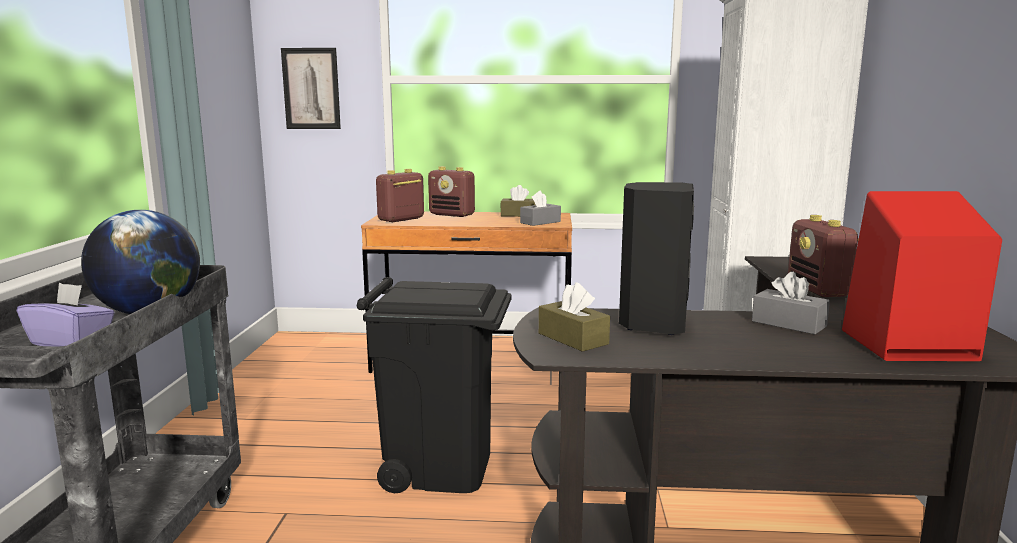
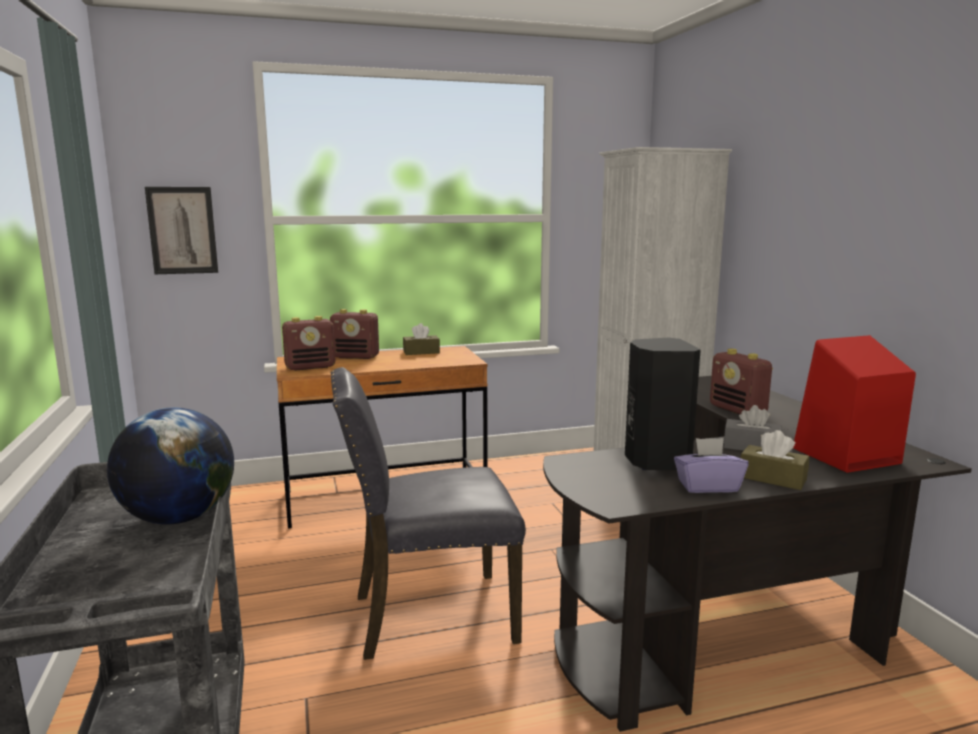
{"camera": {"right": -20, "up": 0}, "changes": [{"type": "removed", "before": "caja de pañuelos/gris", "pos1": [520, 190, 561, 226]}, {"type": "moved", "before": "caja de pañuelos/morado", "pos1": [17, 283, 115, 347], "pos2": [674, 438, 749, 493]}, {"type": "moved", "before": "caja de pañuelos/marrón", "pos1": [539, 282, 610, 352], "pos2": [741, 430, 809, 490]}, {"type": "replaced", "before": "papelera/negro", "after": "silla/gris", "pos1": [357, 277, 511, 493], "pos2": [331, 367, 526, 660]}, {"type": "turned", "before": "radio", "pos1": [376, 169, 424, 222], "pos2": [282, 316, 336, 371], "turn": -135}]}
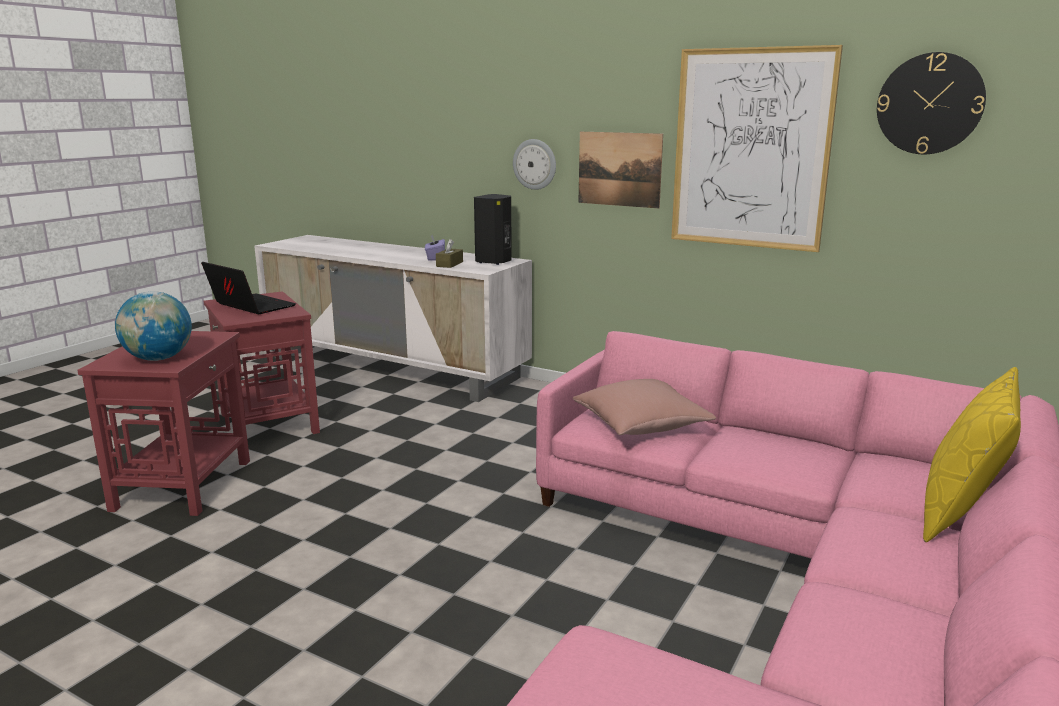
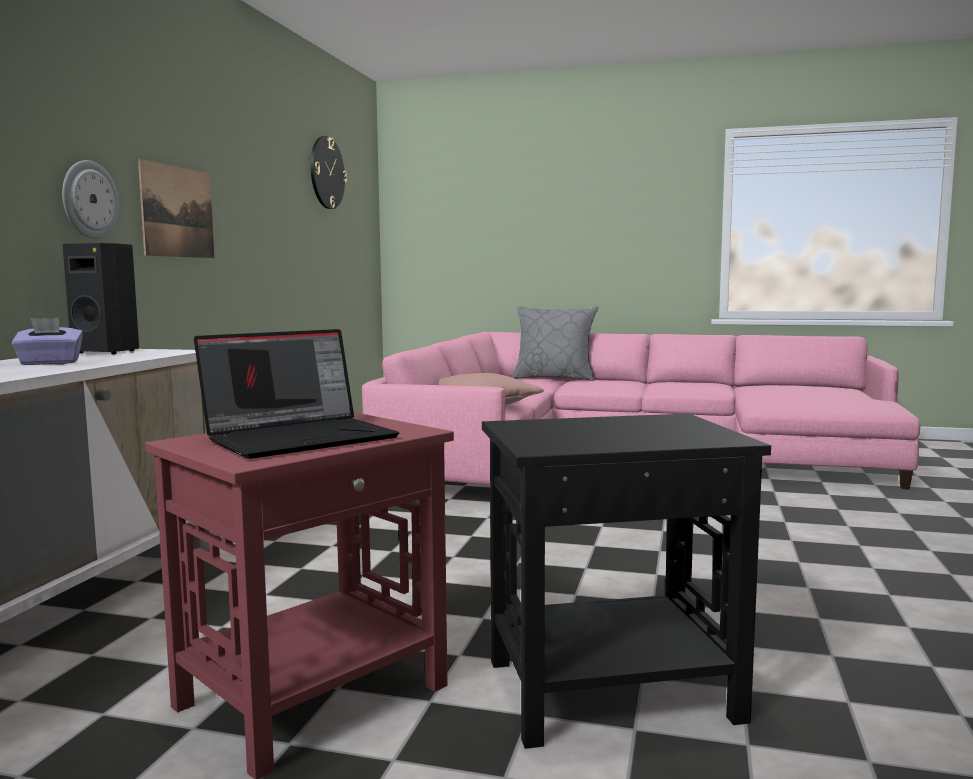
{"camera": {"right": -105, "up": -10}, "changes": [{"type": "removed", "before": "globo terráqueo", "pos1": [115, 291, 192, 361]}, {"type": "removed", "before": "caja de pañuelos/marrón", "pos1": [436, 239, 463, 268]}, {"type": "removed", "before": "cuadro", "pos1": [671, 45, 843, 252]}, {"type": "recoloured", "before": "mesa auxiliar/rojo", "after": "mesa auxiliar/negro", "pos1": [78, 331, 250, 516], "pos2": [482, 414, 771, 749]}, {"type": "recoloured", "before": "cojín/amarillo", "after": "cojín/gris", "pos1": [923, 367, 1021, 542], "pos2": [511, 306, 598, 381]}, {"type": "turned", "before": "portátil", "pos1": [201, 262, 296, 314], "pos2": [194, 329, 400, 459], "turn": -150}]}
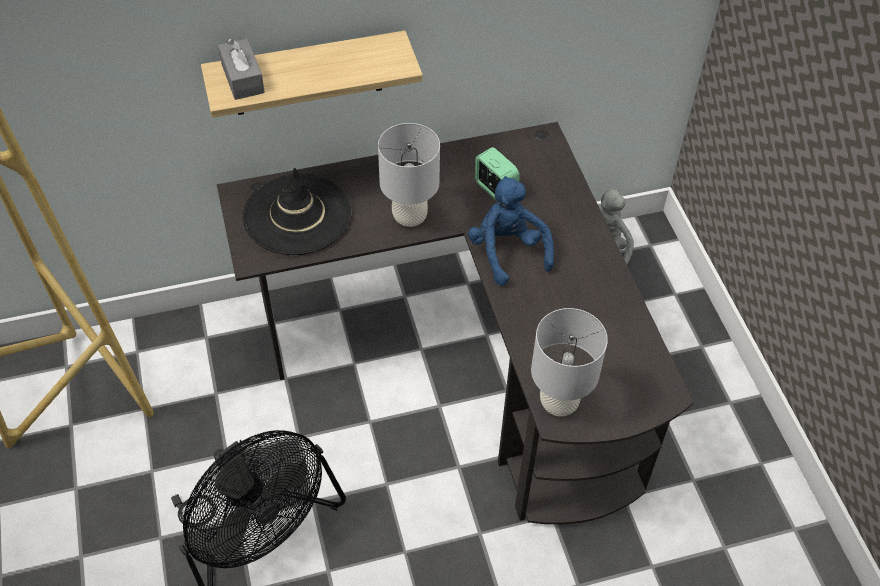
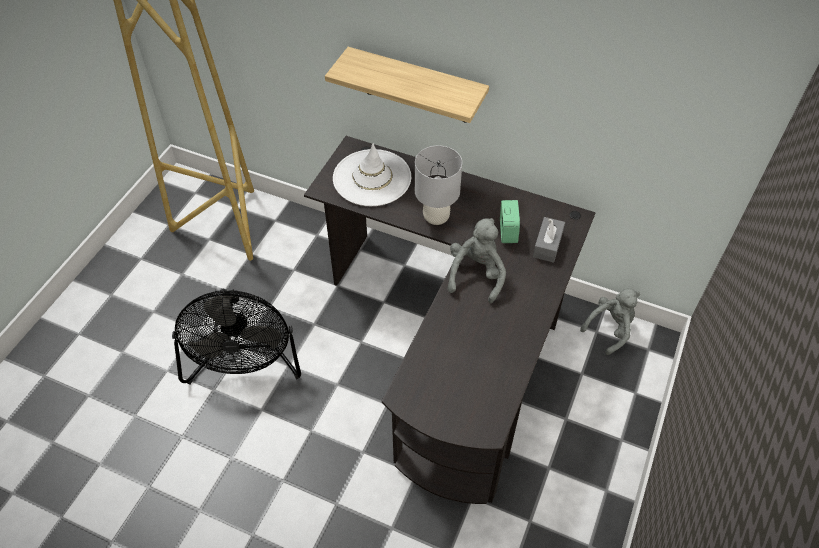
{"camera": {"right": 40, "up": 0}, "changes": [{"type": "removed", "before": "lámpara de mesa/gris", "pos1": [531, 308, 608, 416]}, {"type": "moved", "before": "caja de pañuelos/gris", "pos1": [218, 39, 265, 100], "pos2": [533, 217, 565, 263]}, {"type": "recoloured", "before": "sombrero/negro", "after": "sombrero/blanco", "pos1": [243, 168, 351, 255], "pos2": [333, 143, 411, 206]}, {"type": "recoloured", "before": "peluche/azul", "after": "peluche/gris", "pos1": [468, 176, 554, 286], "pos2": [448, 218, 506, 303]}]}
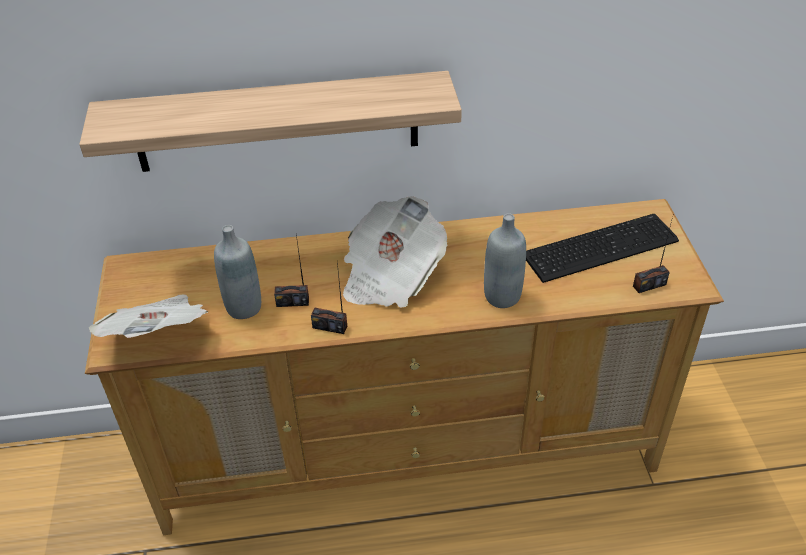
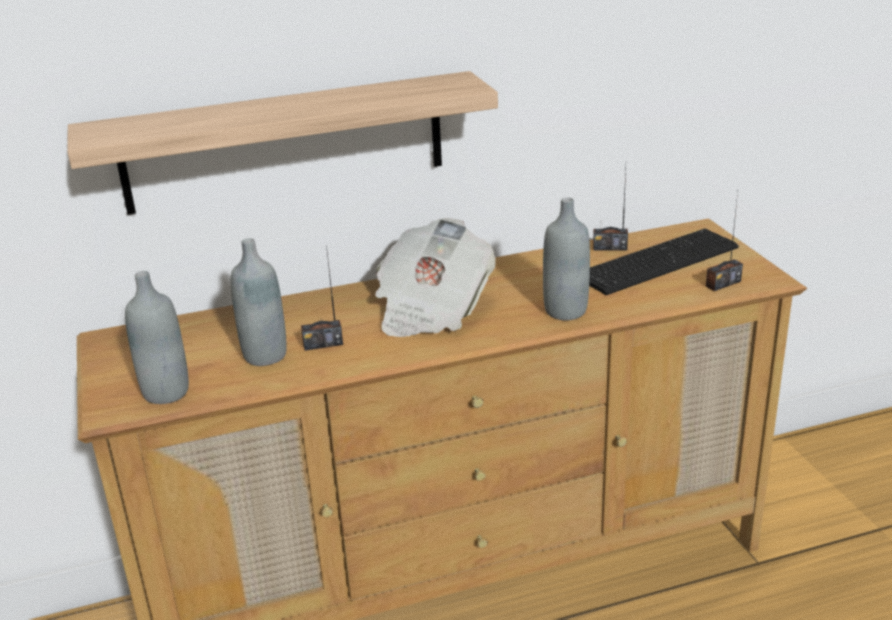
{"camera": {"right": -10, "up": -15}, "changes": [{"type": "moved", "before": "radio", "pos1": [311, 263, 347, 334], "pos2": [593, 170, 628, 251]}, {"type": "replaced", "before": "periódico", "after": "botella/gris", "pos1": [89, 294, 208, 338], "pos2": [125, 271, 189, 404]}]}
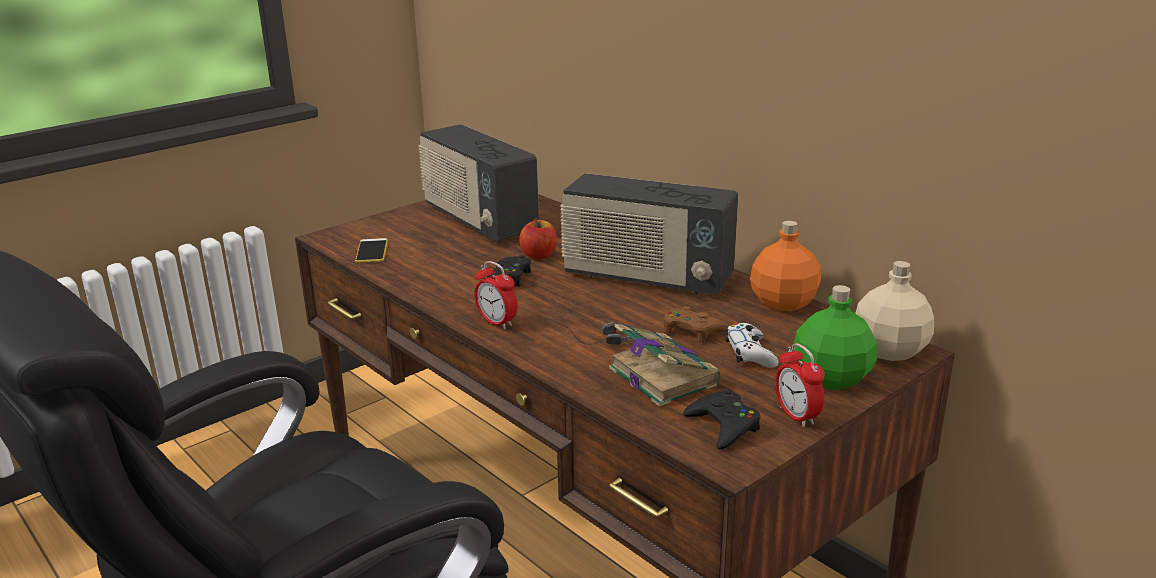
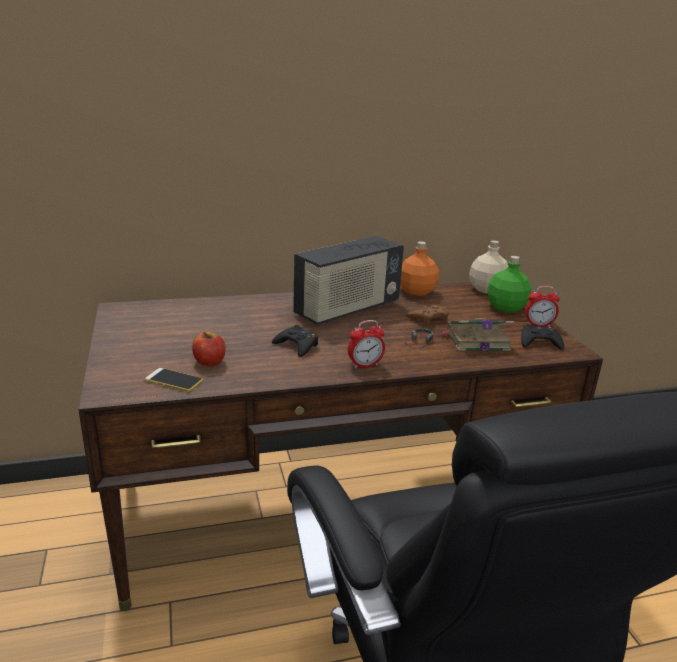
{"camera": {"right": -65, "up": 0}, "changes": [{"type": "removed", "before": "radio", "pos1": [418, 124, 539, 241]}, {"type": "removed", "before": "mando de consola/blanco", "pos1": [726, 323, 779, 368]}, {"type": "moved", "before": "manzana", "pos1": [519, 218, 557, 259], "pos2": [192, 332, 225, 366]}]}
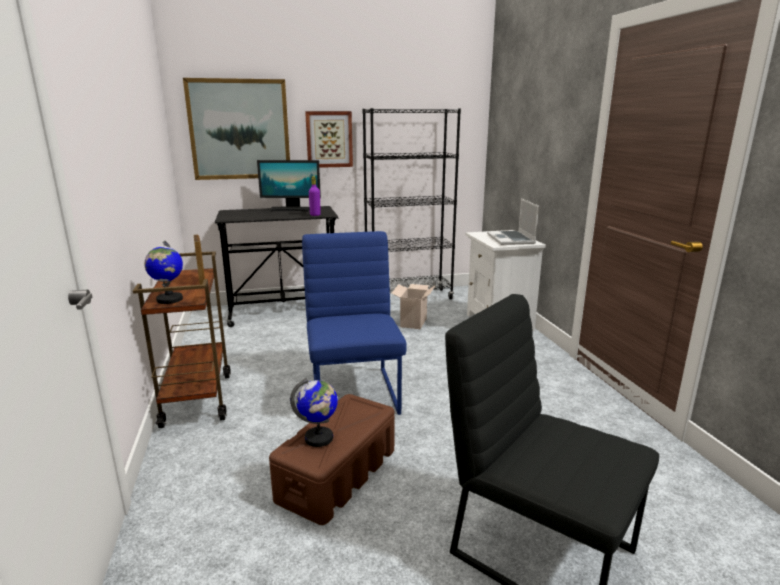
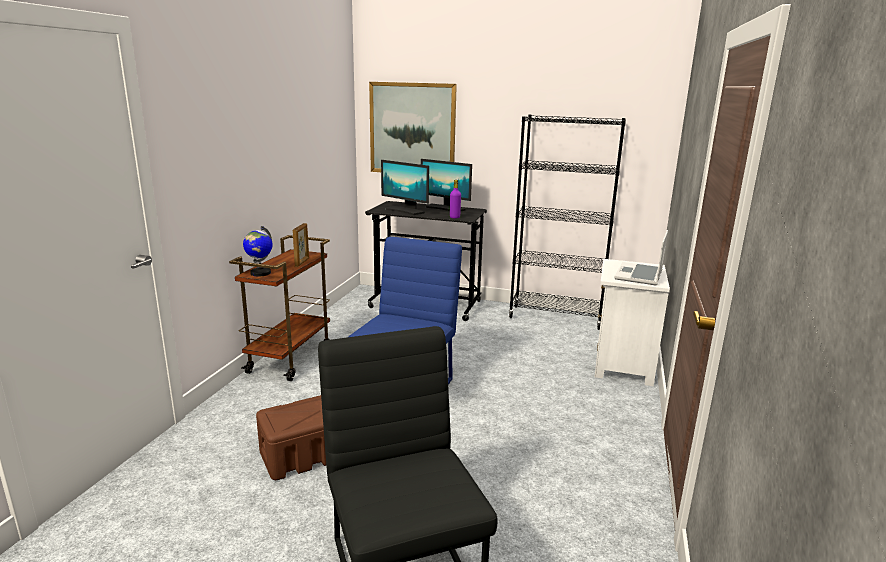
{"camera": {"right": 30, "up": 0}, "changes": [{"type": "removed", "before": "globo terráqueo", "pos1": [290, 378, 338, 447]}, {"type": "removed", "before": "cuadro", "pos1": [305, 111, 353, 168]}, {"type": "removed", "before": "caja de cartón", "pos1": [391, 284, 436, 329]}, {"type": "added", "after": "monitor", "pos2": [381, 160, 429, 215]}]}
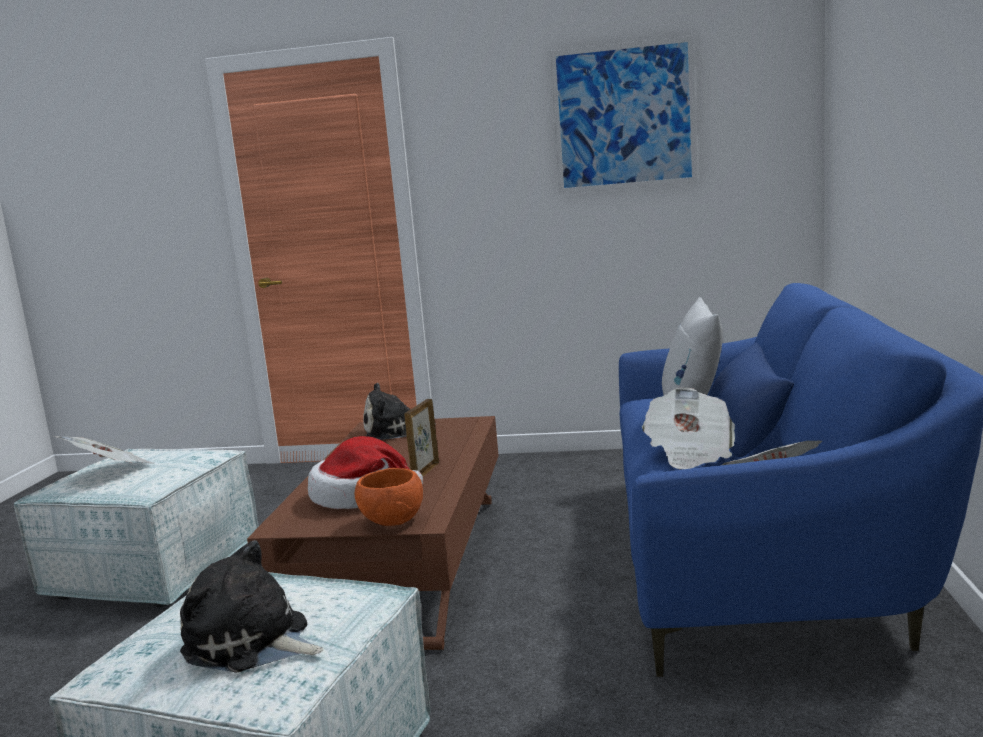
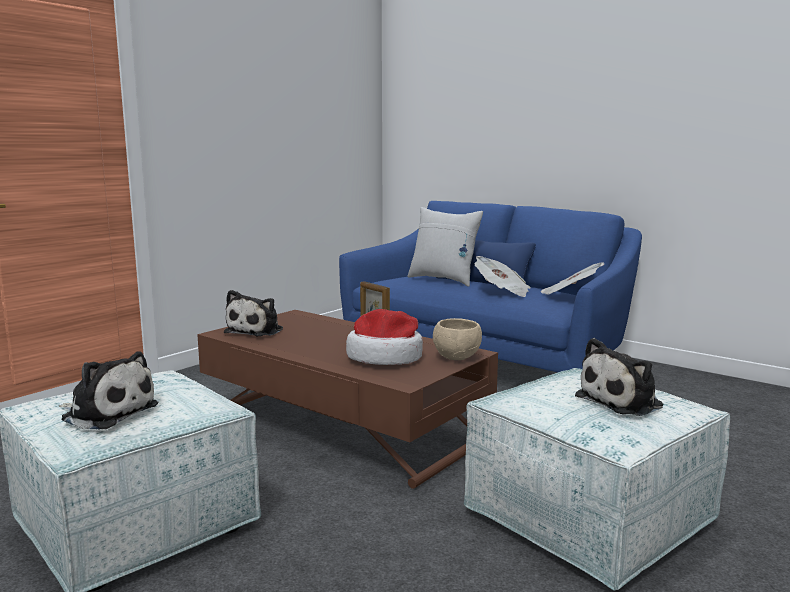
{"camera": {"right": -60, "up": 0}, "changes": [{"type": "removed", "before": "cuadro", "pos1": [550, 35, 698, 194]}, {"type": "replaced", "before": "periódico", "after": "peluche", "pos1": [54, 436, 153, 463], "pos2": [59, 351, 158, 429]}, {"type": "recoloured", "before": "cuenco/naranja", "after": "cuenco/beis", "pos1": [355, 468, 423, 526], "pos2": [433, 318, 482, 360]}]}
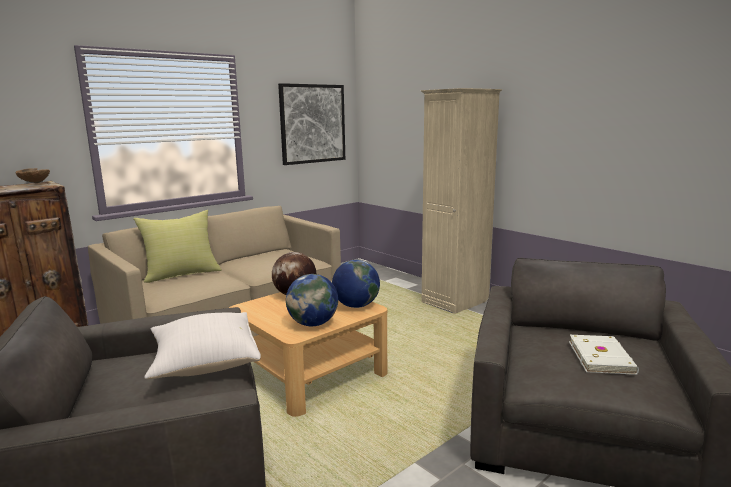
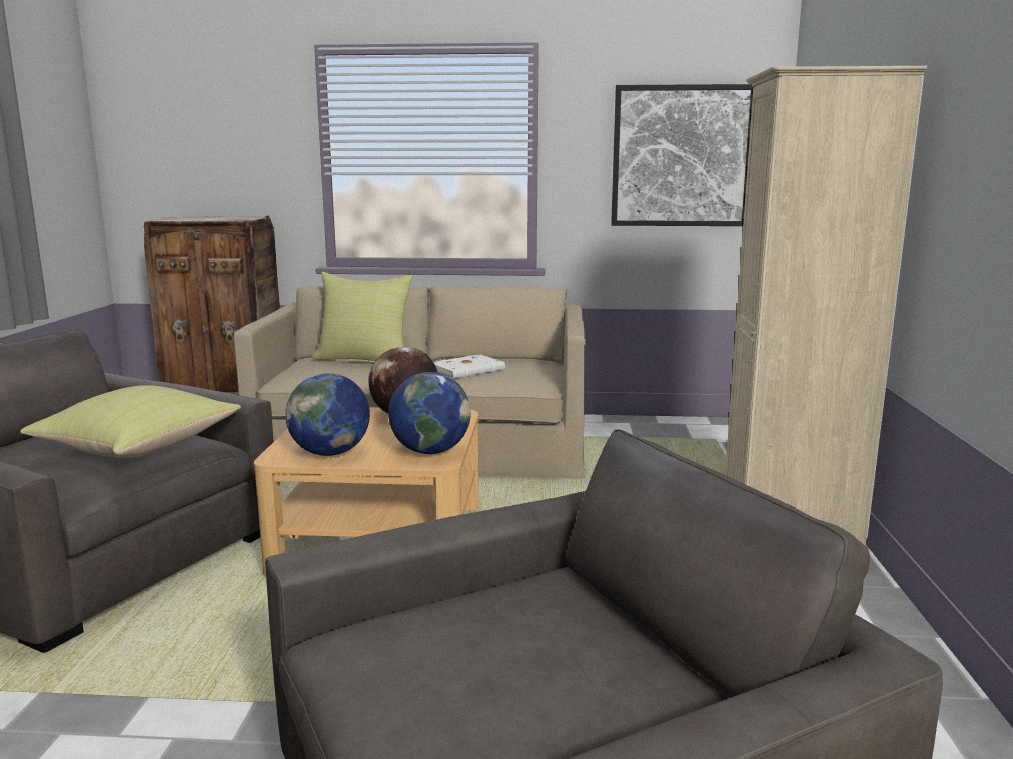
{"camera": {"right": 45, "up": 0}, "changes": [{"type": "removed", "before": "cuenco/marrón", "pos1": [16, 168, 50, 183]}, {"type": "moved", "before": "libro/blanco", "pos1": [569, 335, 639, 375], "pos2": [433, 354, 505, 379]}, {"type": "recoloured", "before": "cojín/blanco", "after": "cojín/amarillo", "pos1": [144, 312, 261, 379], "pos2": [20, 385, 241, 458]}]}
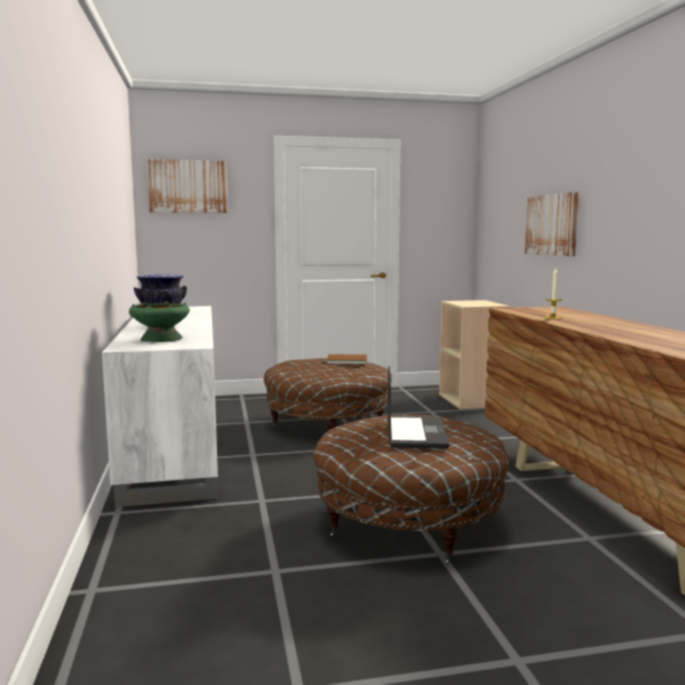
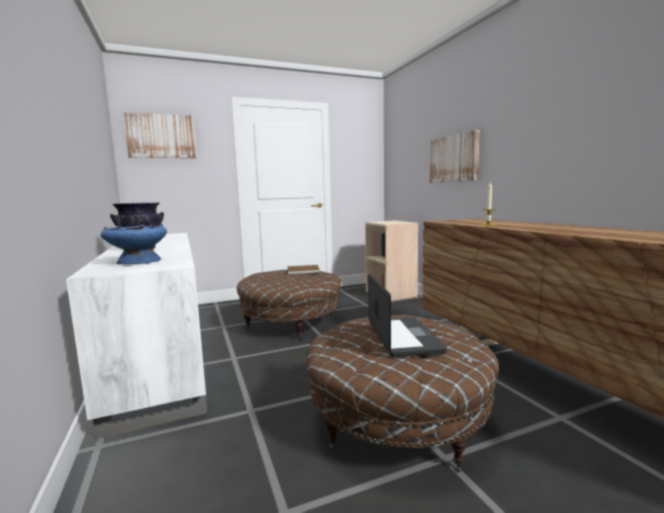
{"camera": {"right": -10, "up": 0}, "changes": [{"type": "recoloured", "before": "cuenco/verde", "after": "cuenco/azul", "pos1": [129, 302, 190, 342], "pos2": [101, 223, 167, 264]}]}
